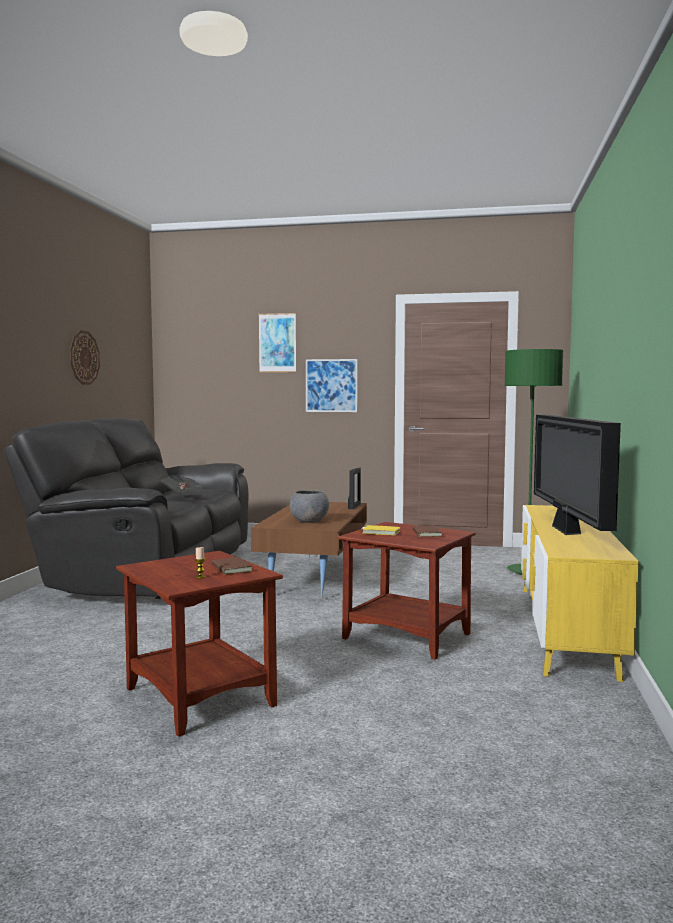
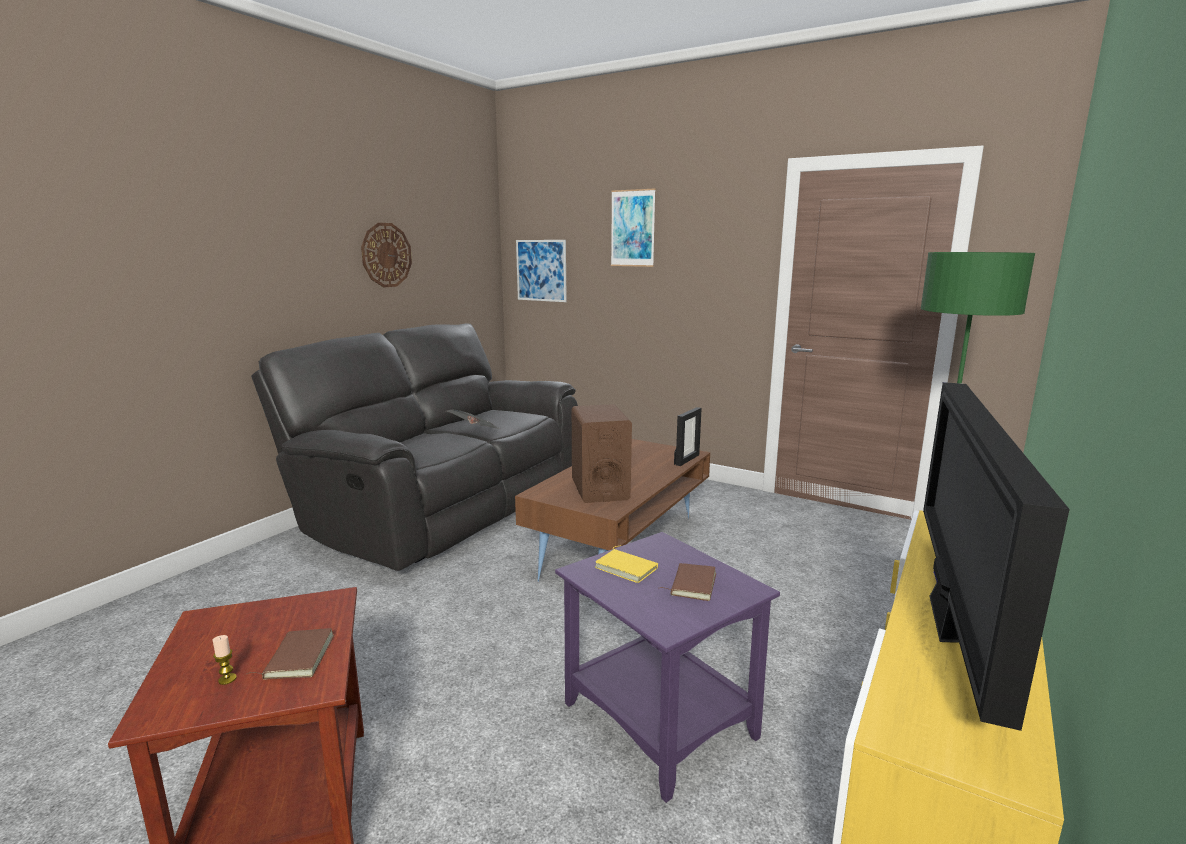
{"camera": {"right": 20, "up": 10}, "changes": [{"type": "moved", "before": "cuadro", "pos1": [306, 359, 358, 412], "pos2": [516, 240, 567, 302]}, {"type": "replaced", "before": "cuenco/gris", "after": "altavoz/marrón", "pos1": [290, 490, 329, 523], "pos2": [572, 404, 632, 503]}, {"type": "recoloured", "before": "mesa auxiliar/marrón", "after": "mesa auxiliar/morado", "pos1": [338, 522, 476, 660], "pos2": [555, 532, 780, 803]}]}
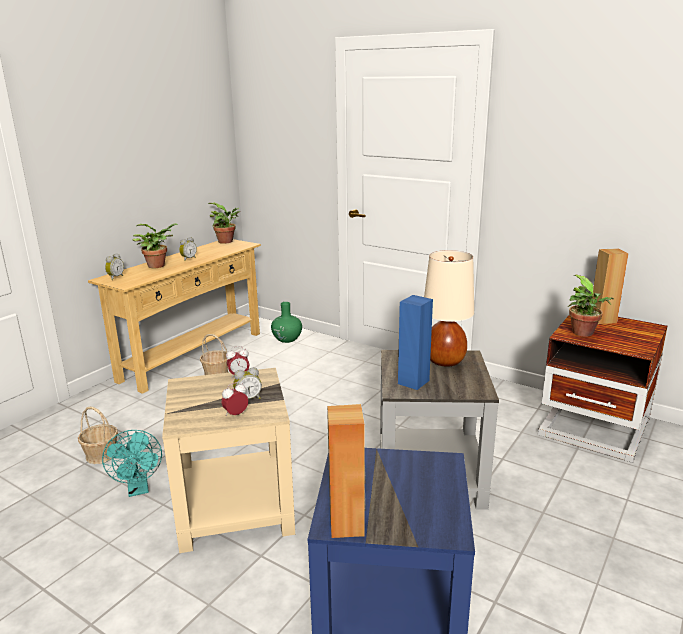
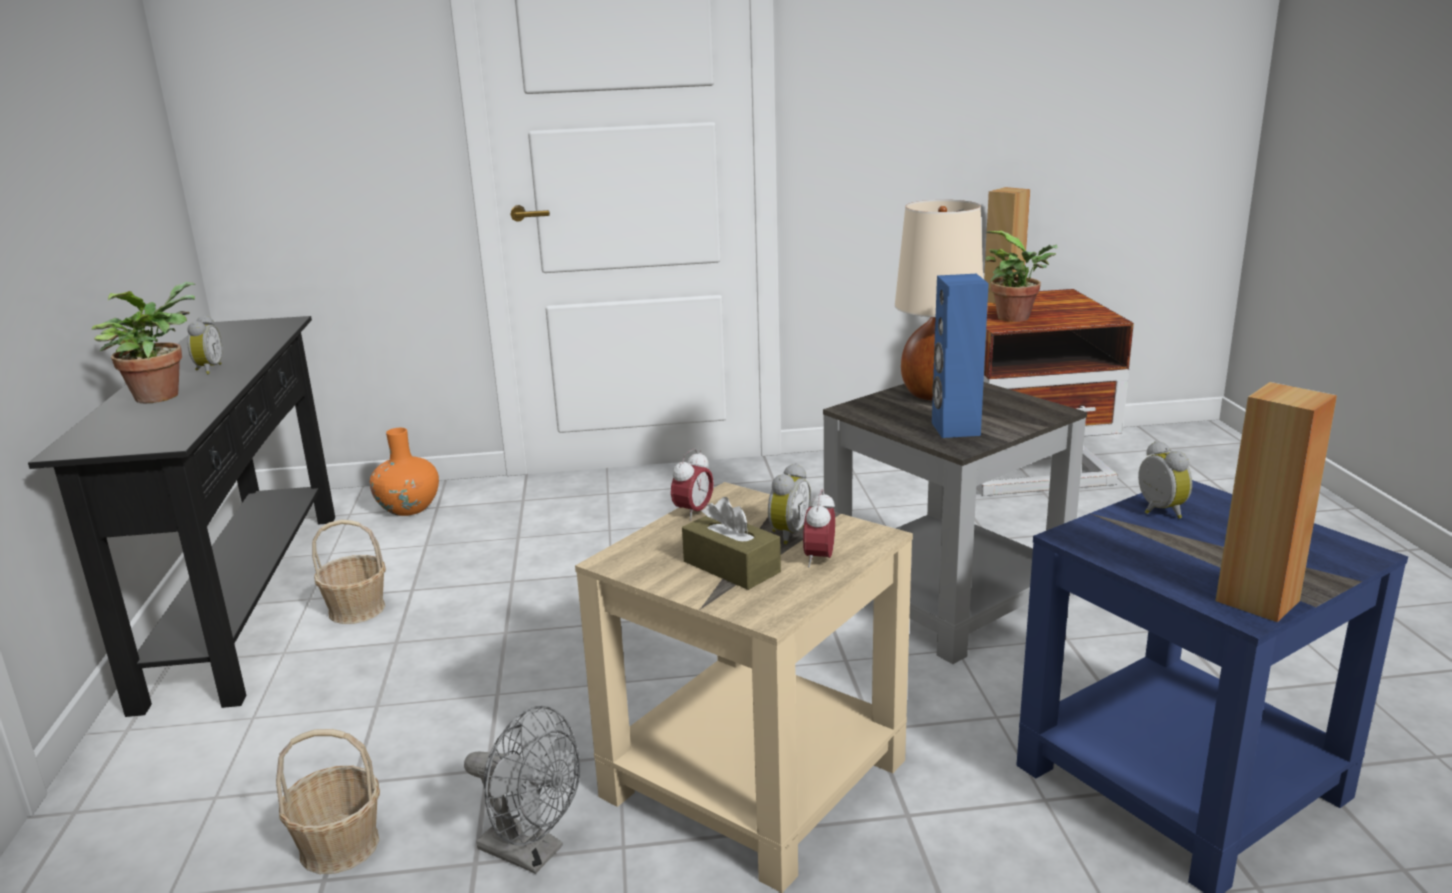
{"camera": {"right": -40, "up": 0}, "changes": [{"type": "removed", "before": "planta en maceta", "pos1": [208, 202, 240, 244]}, {"type": "added", "after": "caja de pañuelos/marrón", "pos2": [682, 497, 781, 590]}, {"type": "moved", "before": "despertador", "pos1": [105, 253, 124, 280], "pos2": [1138, 441, 1192, 519]}, {"type": "recoloured", "before": "mesa consola/beis", "after": "mesa consola/negro", "pos1": [88, 239, 261, 394], "pos2": [28, 316, 335, 717]}, {"type": "recoloured", "before": "ventilador/turquesa", "after": "ventilador/gris", "pos1": [102, 430, 162, 497], "pos2": [464, 706, 580, 874]}, {"type": "recoloured", "before": "florero/verde", "after": "florero/naranja", "pos1": [271, 302, 302, 343], "pos2": [370, 428, 439, 516]}]}
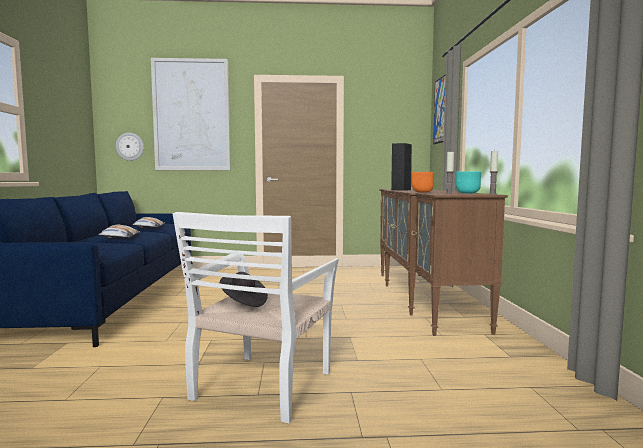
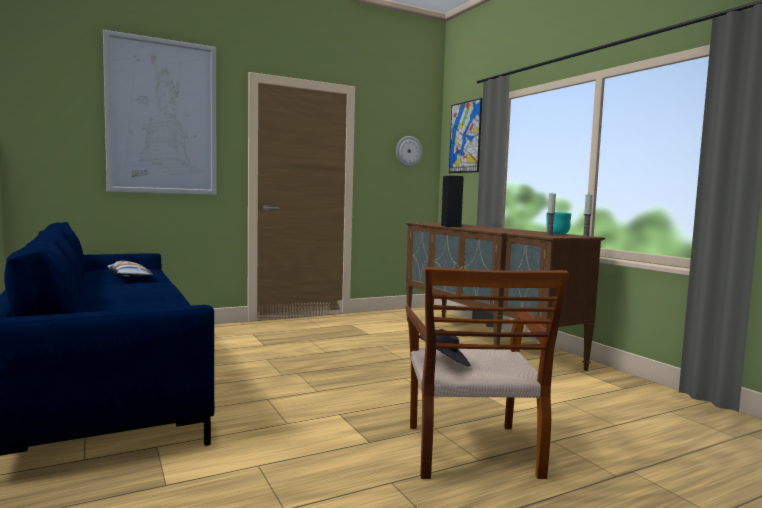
{"camera": {"right": -25, "up": 0}, "changes": [{"type": "removed", "before": "cojín", "pos1": [98, 225, 140, 238]}, {"type": "removed", "before": "cuenco/naranja", "pos1": [411, 172, 434, 193]}, {"type": "moved", "before": "reloj de pared", "pos1": [116, 133, 144, 161], "pos2": [396, 136, 422, 167]}, {"type": "recoloured", "before": "sillón/blanco", "after": "sillón/marrón", "pos1": [173, 212, 339, 424], "pos2": [405, 267, 569, 479]}]}
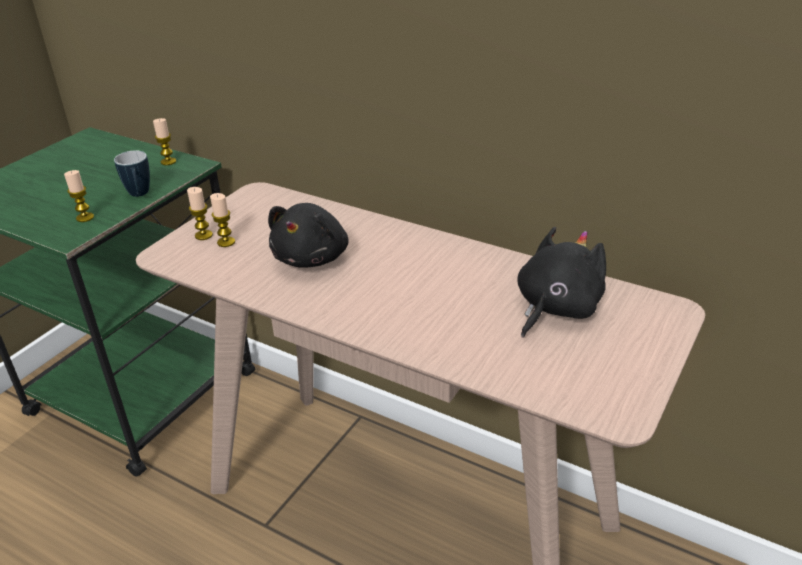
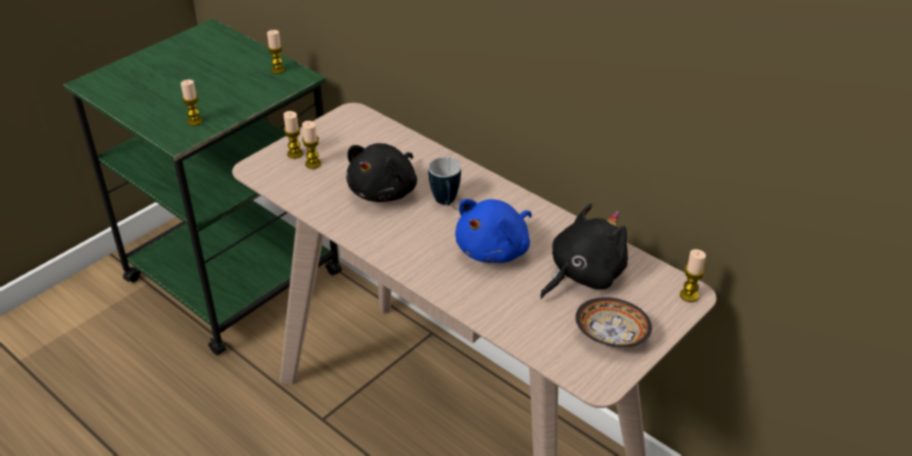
{"camera": {"right": 10, "up": 5}, "changes": [{"type": "added", "after": "peluche/azul", "pos2": [455, 199, 532, 263]}, {"type": "added", "after": "cuenco", "pos2": [575, 297, 652, 348]}, {"type": "added", "after": "vela", "pos2": [680, 249, 706, 302]}, {"type": "moved", "before": "taza grande", "pos1": [114, 150, 150, 197], "pos2": [428, 157, 461, 206]}]}
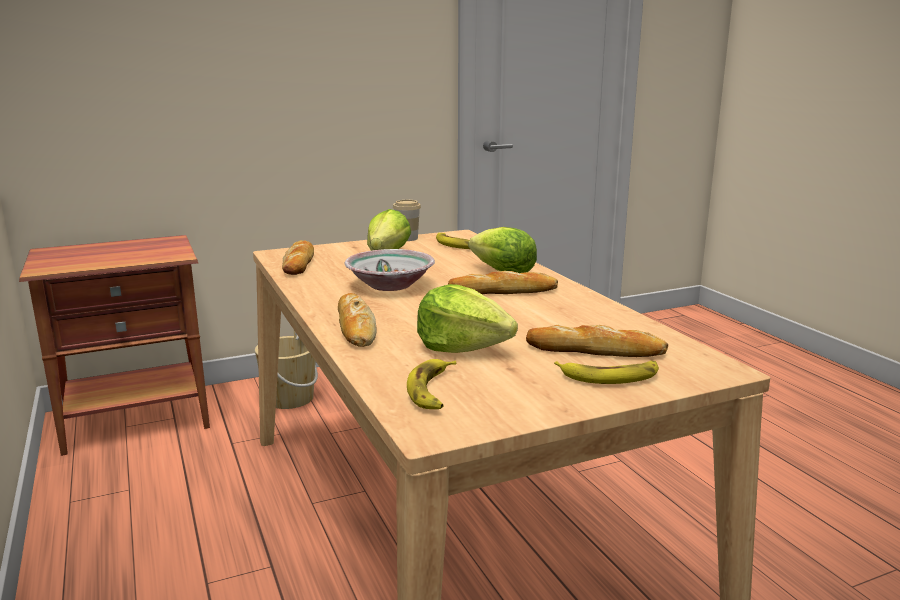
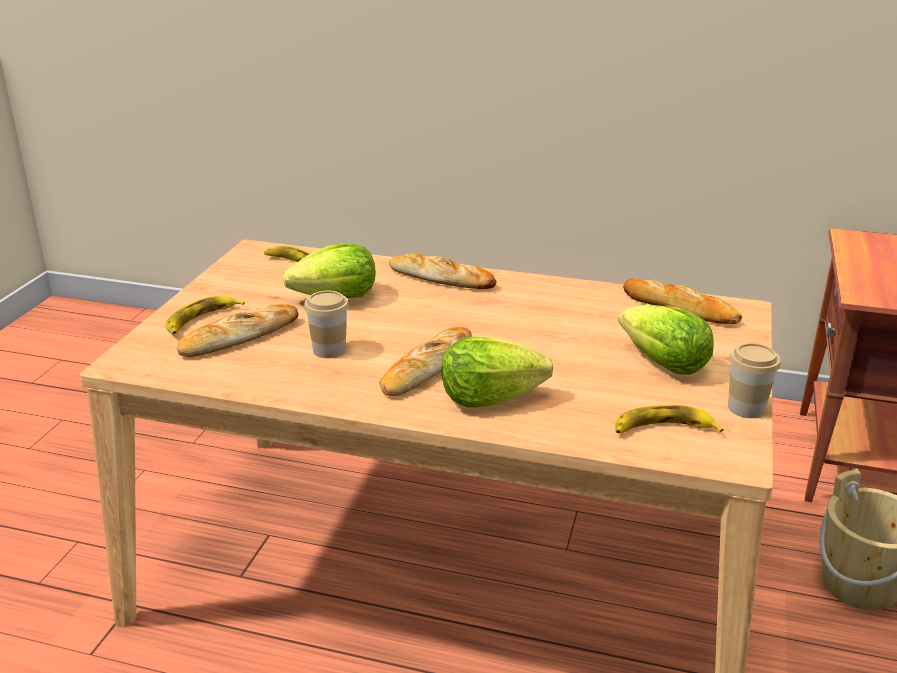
{"camera": {"right": 130, "up": 10}, "changes": [{"type": "removed", "before": "cuenco", "pos1": [345, 249, 435, 291]}, {"type": "added", "after": "taza", "pos2": [304, 291, 349, 358]}]}
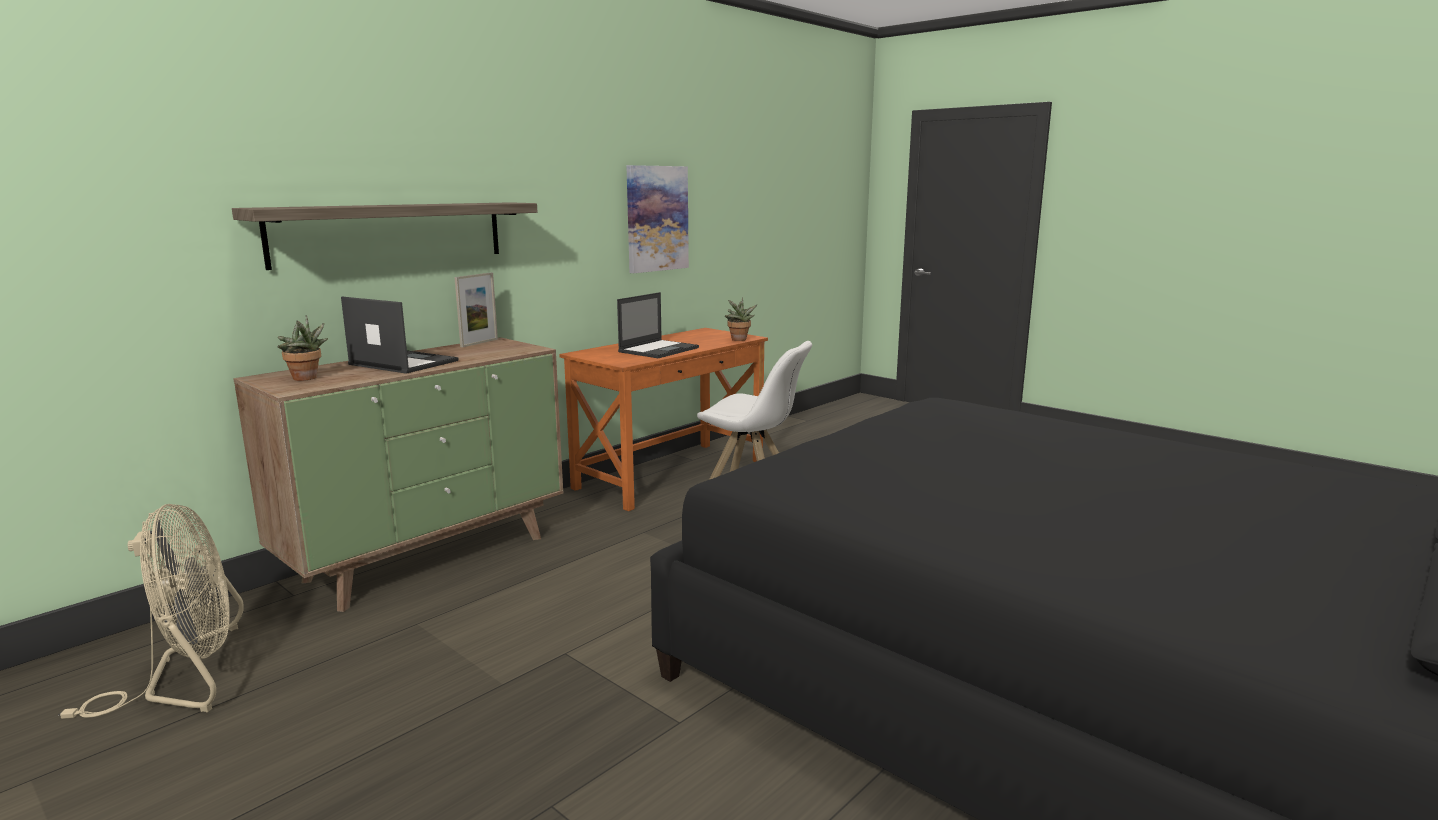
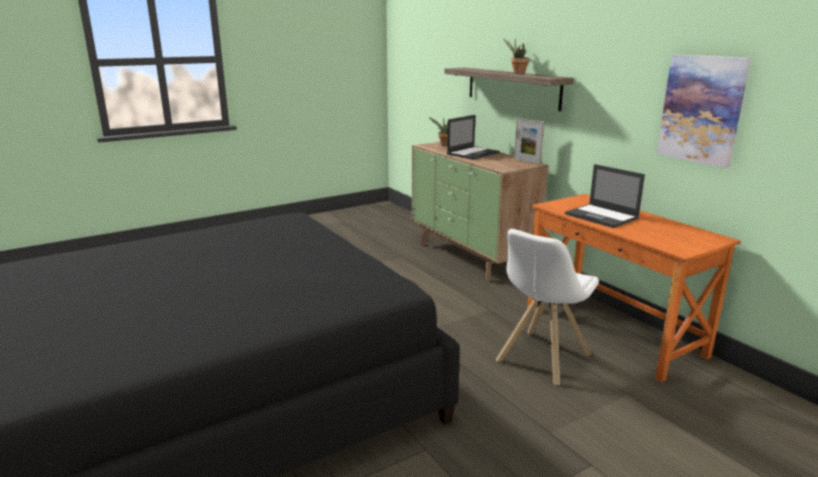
{"camera": {"right": 105, "up": 5}, "changes": [{"type": "removed", "before": "ventilador/beis", "pos1": [58, 504, 244, 719]}, {"type": "moved", "before": "planta en maceta", "pos1": [725, 297, 757, 341], "pos2": [503, 38, 529, 74]}]}
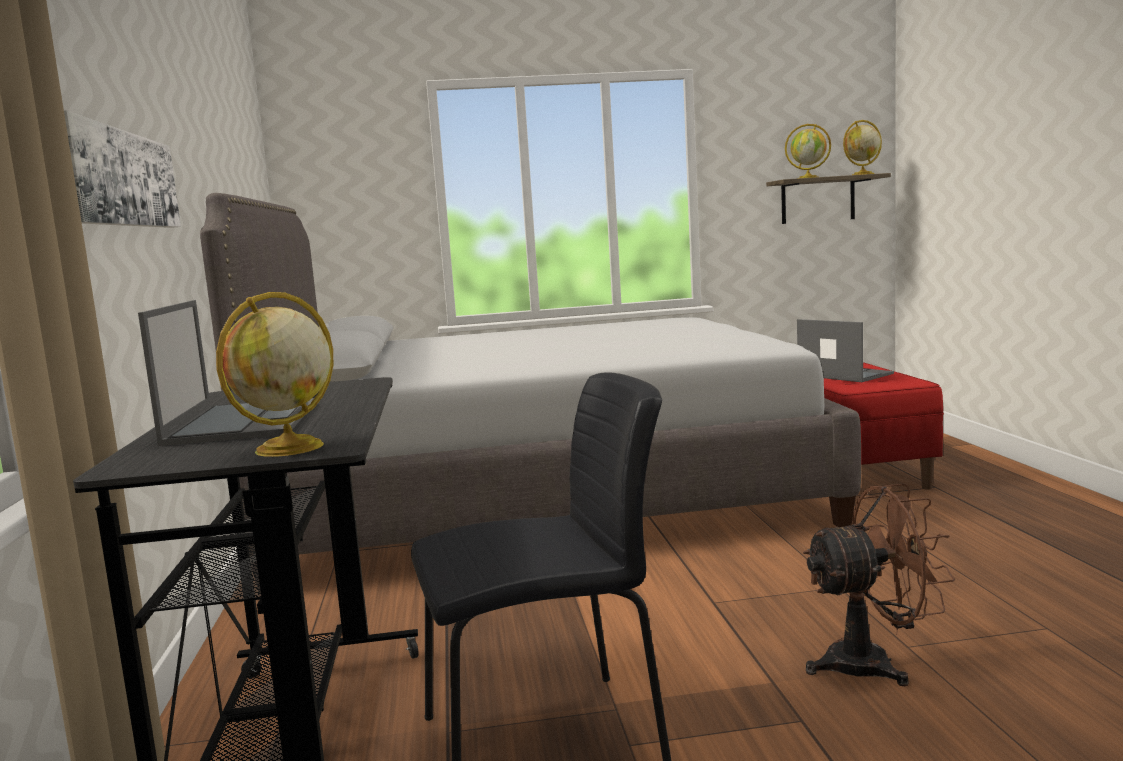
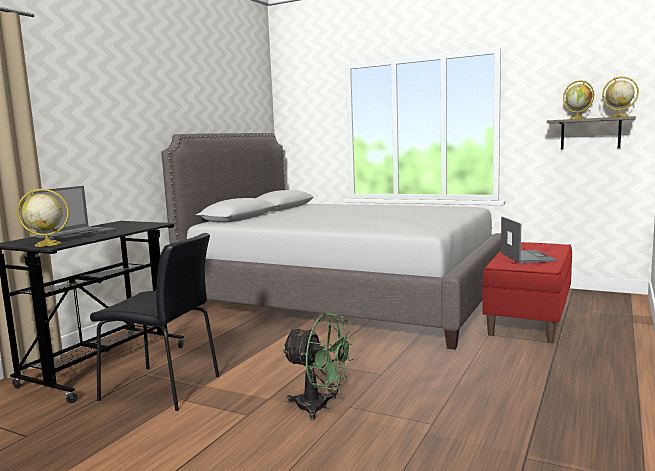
{"camera": {"right": 35, "up": 0}, "changes": [{"type": "removed", "before": "cuadro", "pos1": [64, 110, 181, 228]}, {"type": "recoloured", "before": "ventilador/marrón", "after": "ventilador/verde", "pos1": [803, 484, 955, 687], "pos2": [281, 313, 354, 420]}]}
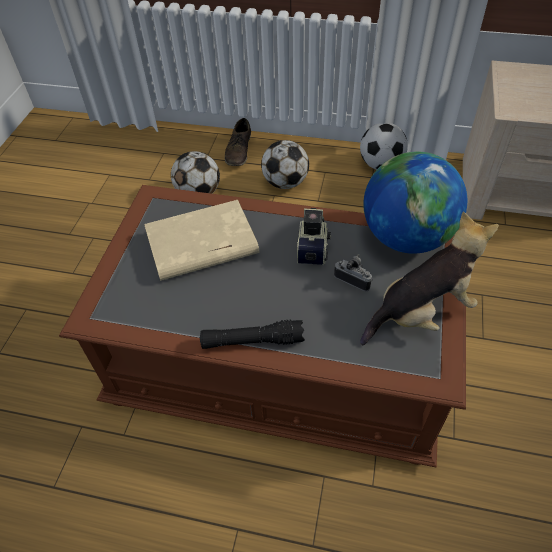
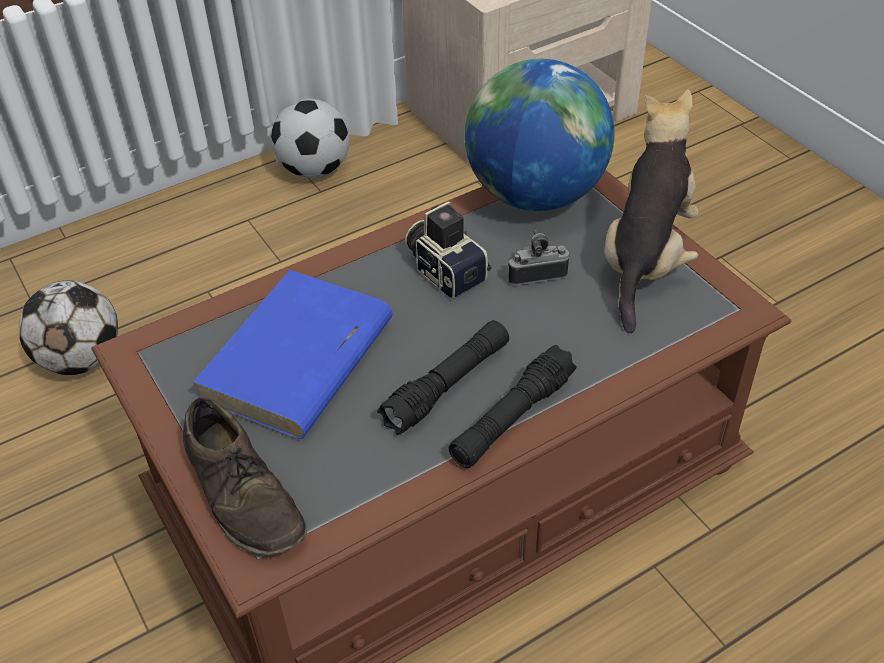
{"camera": {"right": -45, "up": -5}, "changes": [{"type": "removed", "before": "balón de fútbol", "pos1": [261, 140, 309, 189]}, {"type": "added", "after": "linterna/negro", "pos2": [377, 320, 509, 435]}, {"type": "moved", "before": "zapato/marrón", "pos1": [225, 118, 251, 166], "pos2": [183, 397, 307, 556]}, {"type": "recoloured", "before": "libro/beis", "after": "libro/azul", "pos1": [144, 200, 259, 281], "pos2": [192, 270, 393, 439]}]}
